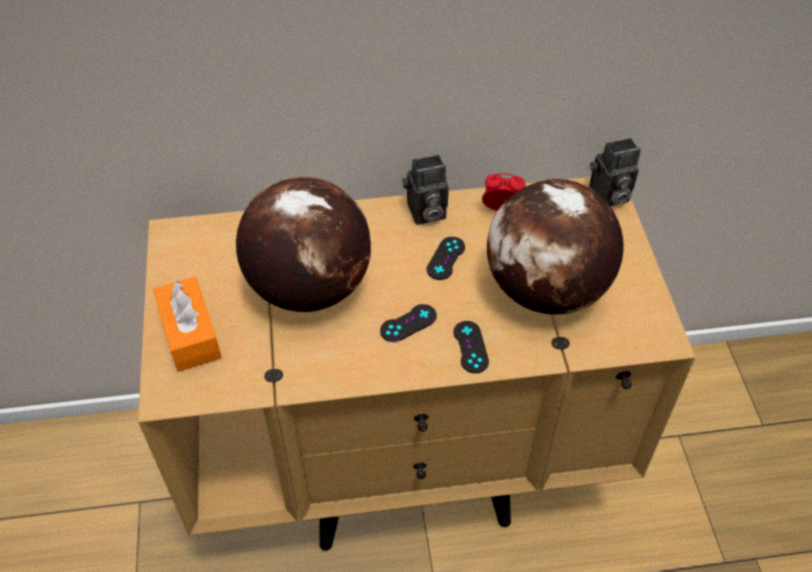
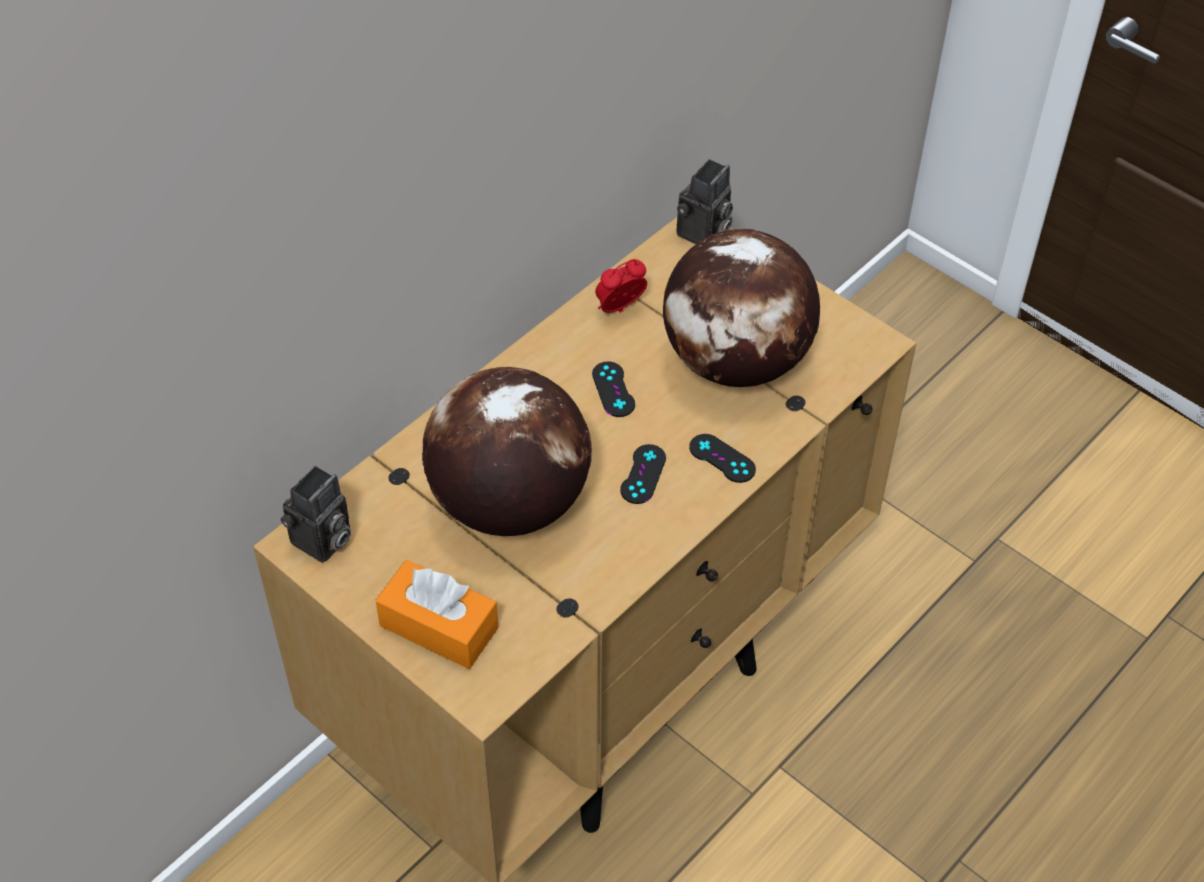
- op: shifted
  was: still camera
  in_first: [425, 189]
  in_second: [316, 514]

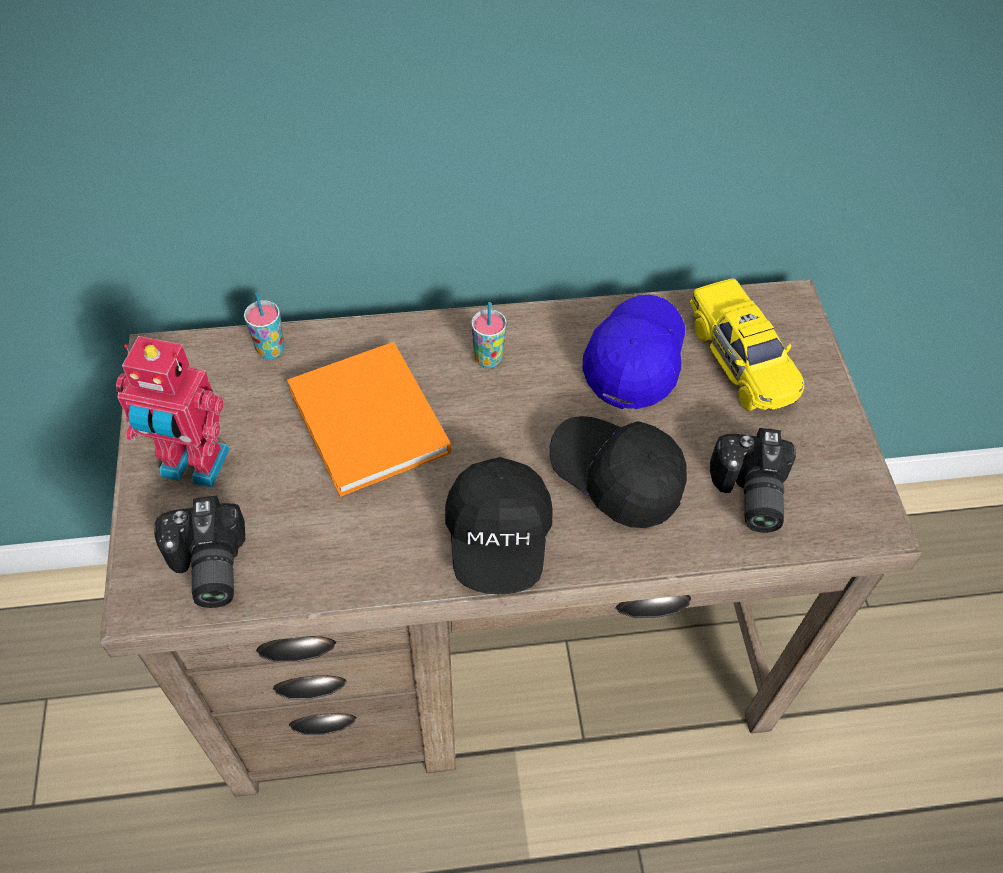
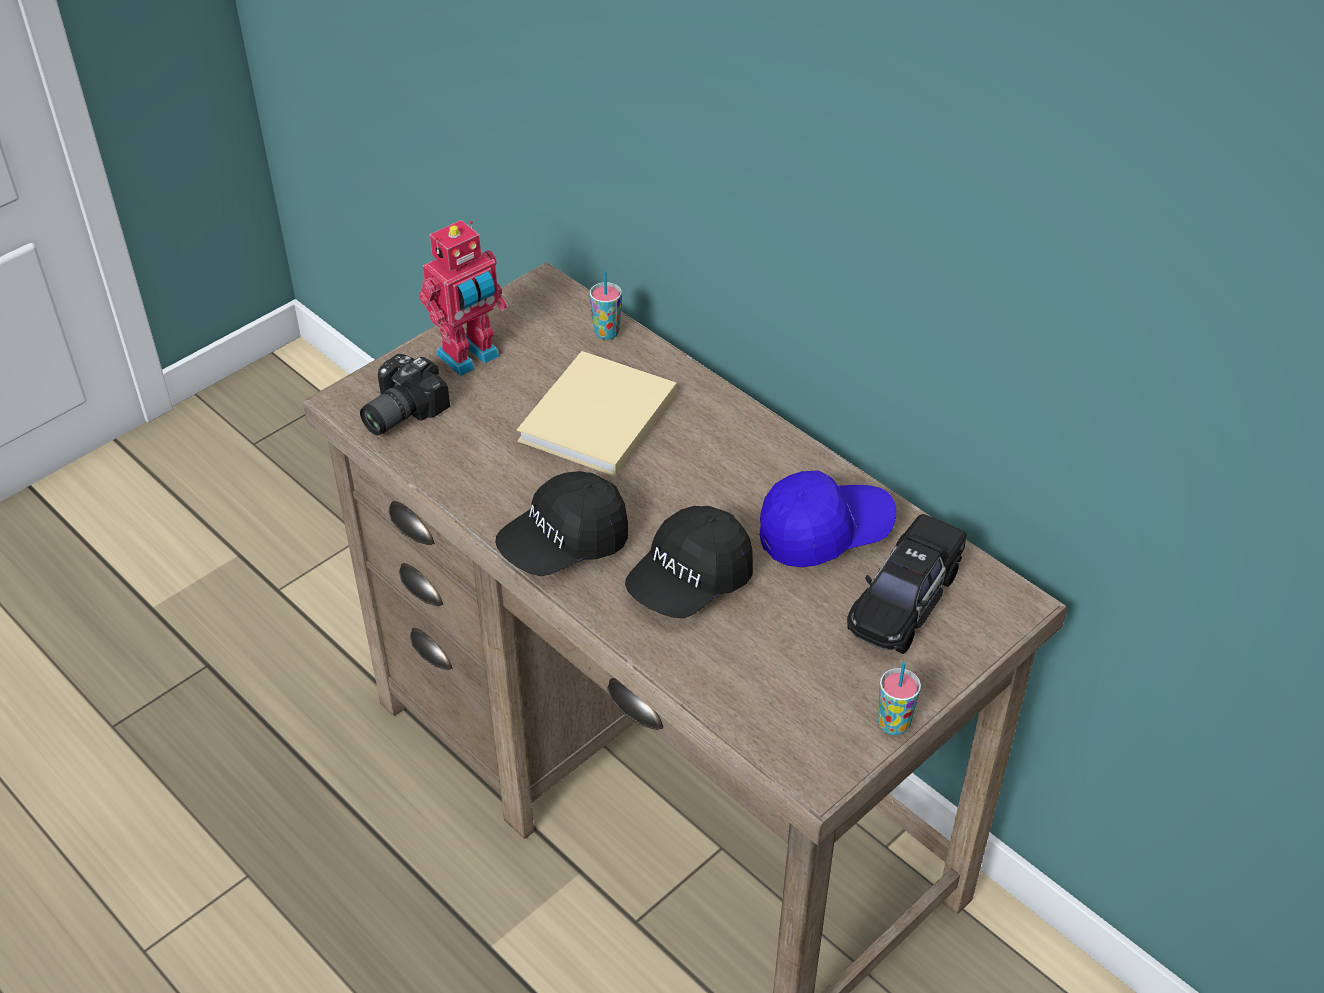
- op: rotated
  was: toy robot
  in_first: [173, 412]
  in_second: [463, 298]
  clockwise: -105
- op: repainted
  was: bound book in orangey
  now: bound book in beige-coloured
  in_first: [369, 419]
  in_second: [597, 414]
- op: rotated
  was: peaked cap in blackish
  in_first: [618, 472]
  in_second: [689, 562]
  clockwise: -135
- op: repainted
  was: toy car in yellow
  now: toy car in blackish
  in_first: [747, 344]
  in_second: [907, 584]
- op: shifted
  was: cup
  in_first: [489, 335]
  in_second: [899, 698]
- op: gone
  was: still camera
  in_first: [753, 480]

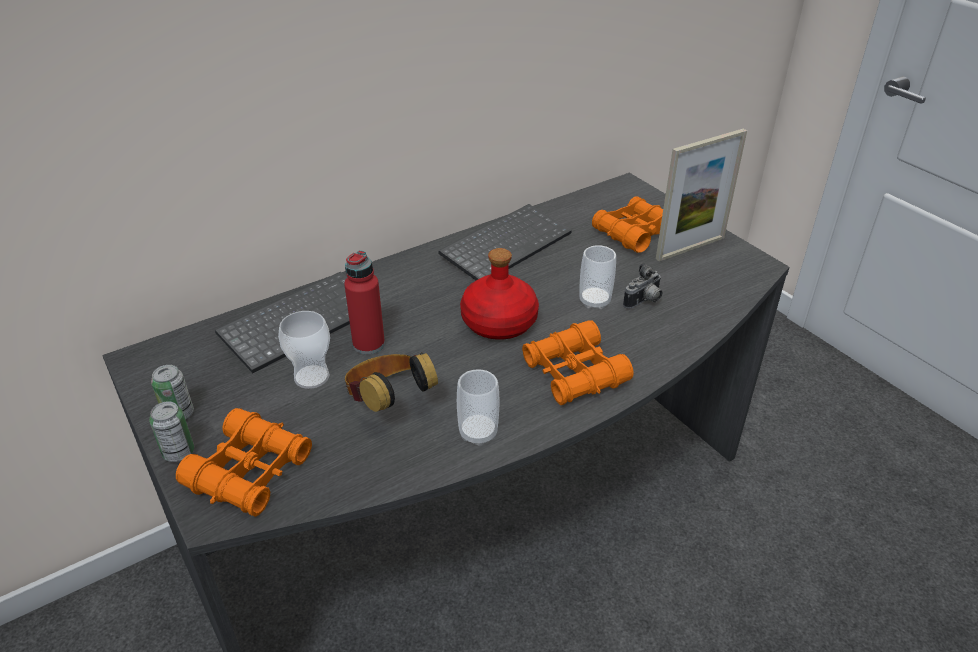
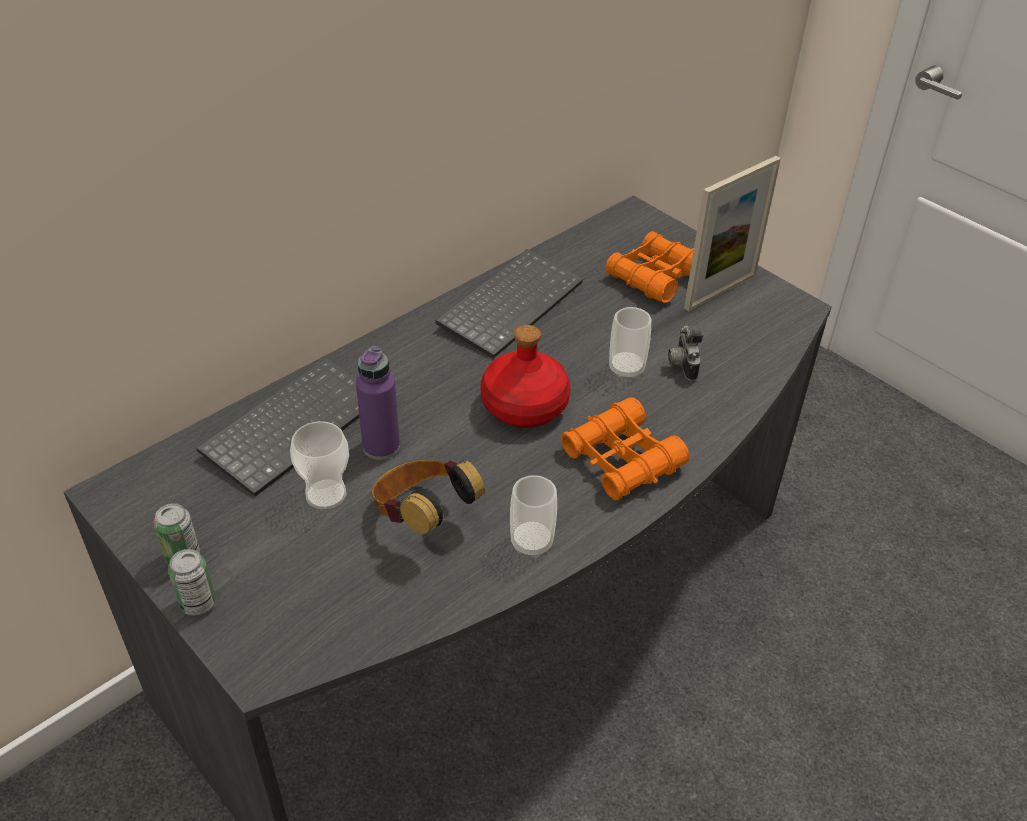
- op: repainted
  was: drink bottle in red-coloured
  now: drink bottle in purple
  in_first: [364, 302]
  in_second: [378, 403]
- op: rotated
  was: still camera
  in_first: [643, 286]
  in_second: [685, 353]
  clockwise: 135
- op: gone
  was: pair of binoculars in orangey
  in_first: [244, 462]

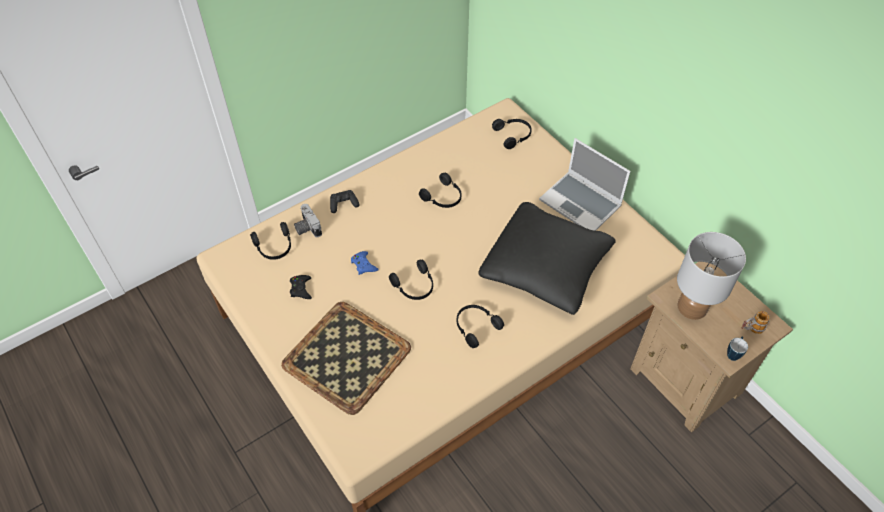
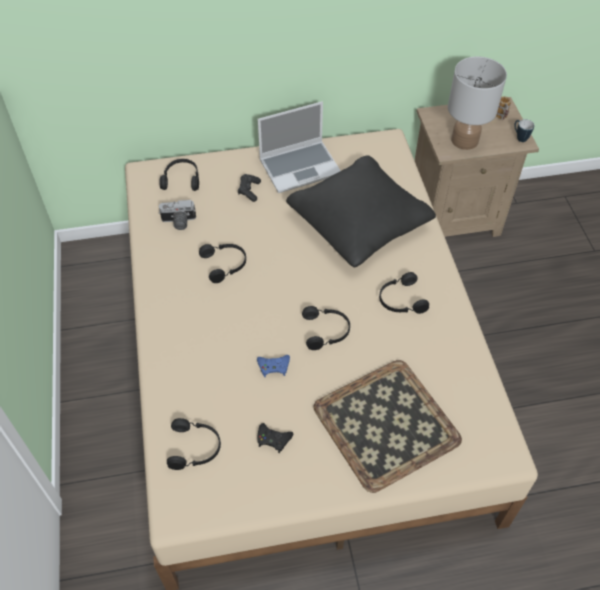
- op: shifted
  was: still camera
  in_first: [308, 220]
  in_second: [177, 215]
- op: shifted
  was: gamepad in blackish
  in_first: [345, 201]
  in_second: [249, 188]

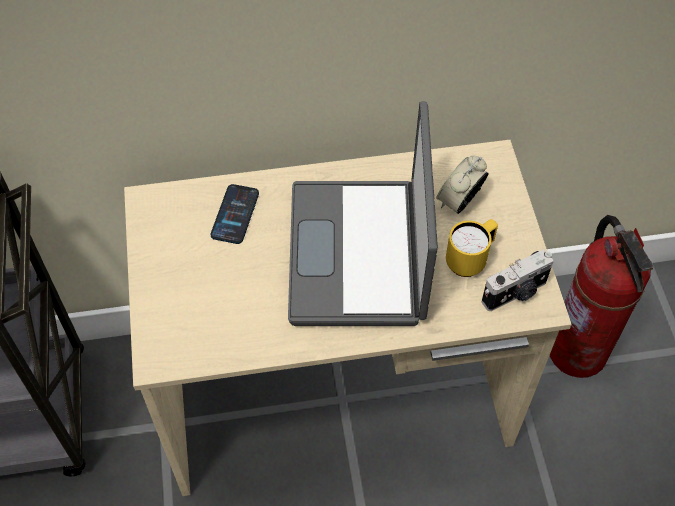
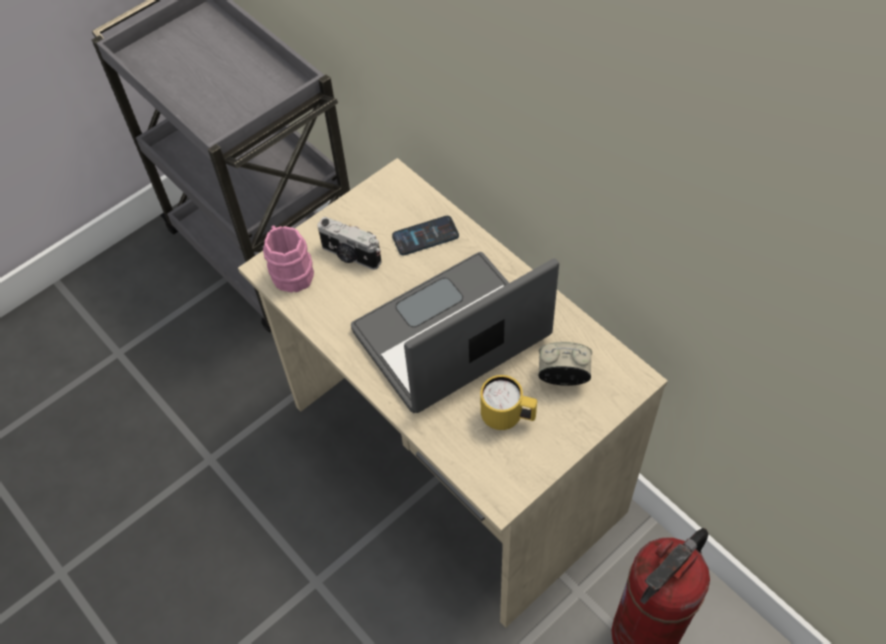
- op: new
  now: coffee mug in pink-coloured
  in_second: [288, 259]
- op: shifted
  was: still camera
  in_first: [518, 280]
  in_second: [349, 243]

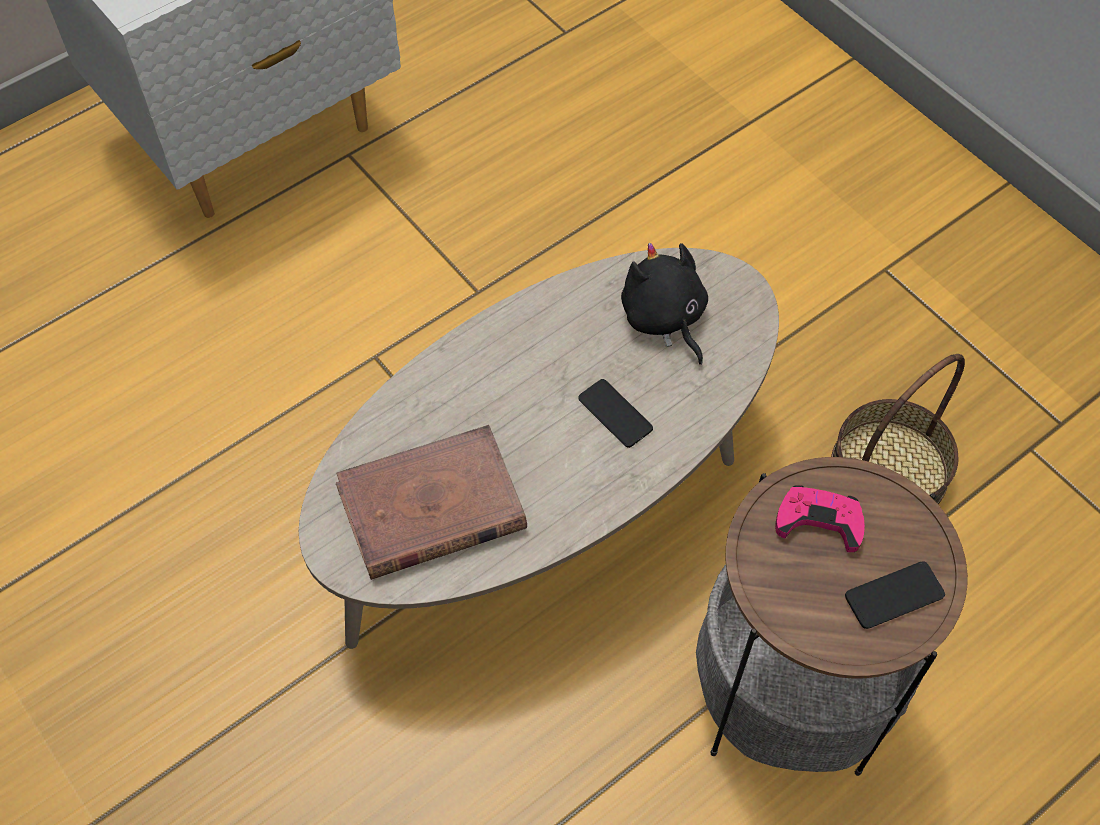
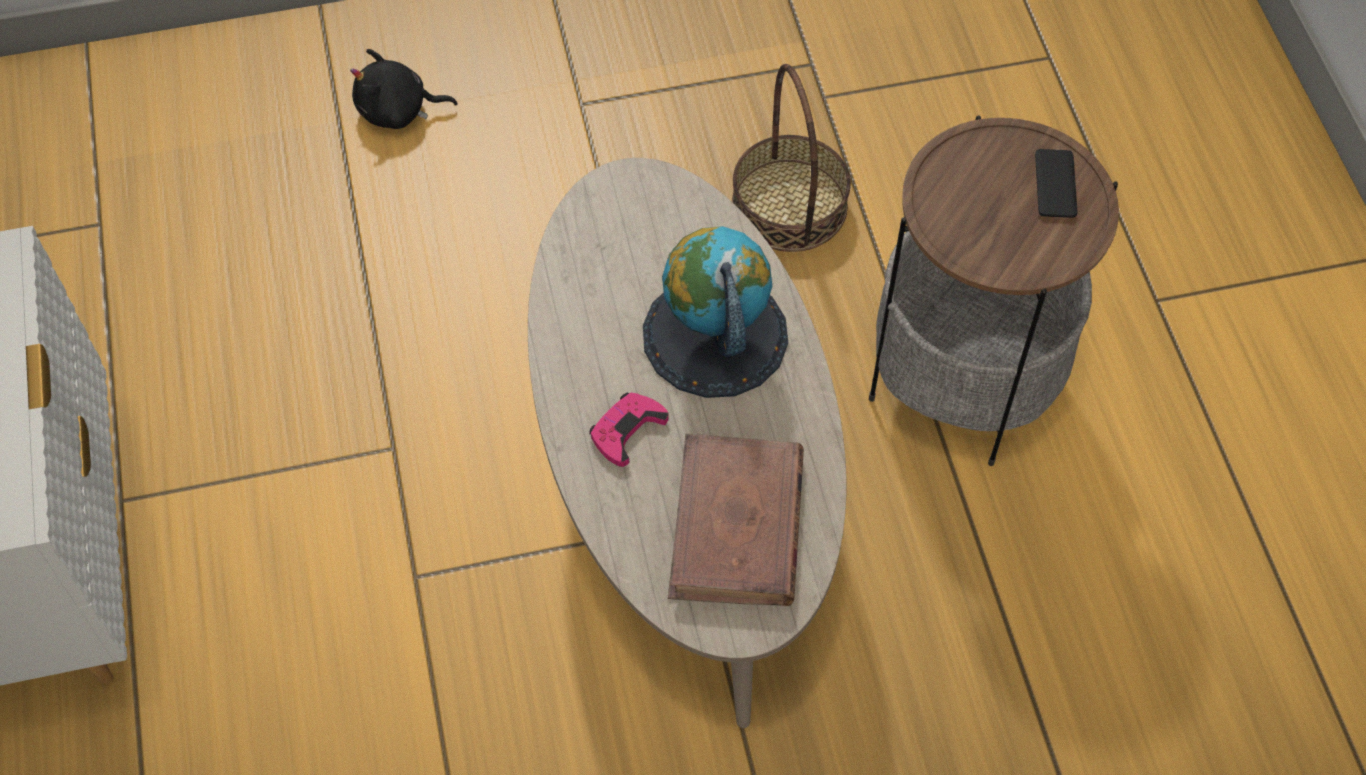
- op: shifted
  was: soft toy in blackish
  in_first: [664, 304]
  in_second: [404, 89]
- op: shifted
  was: gamepad in pink-coloured
  in_first: [820, 518]
  in_second: [629, 429]
- op: swapped
  was: handset
  now: world globe
  in_first: [615, 413]
  in_second: [715, 312]

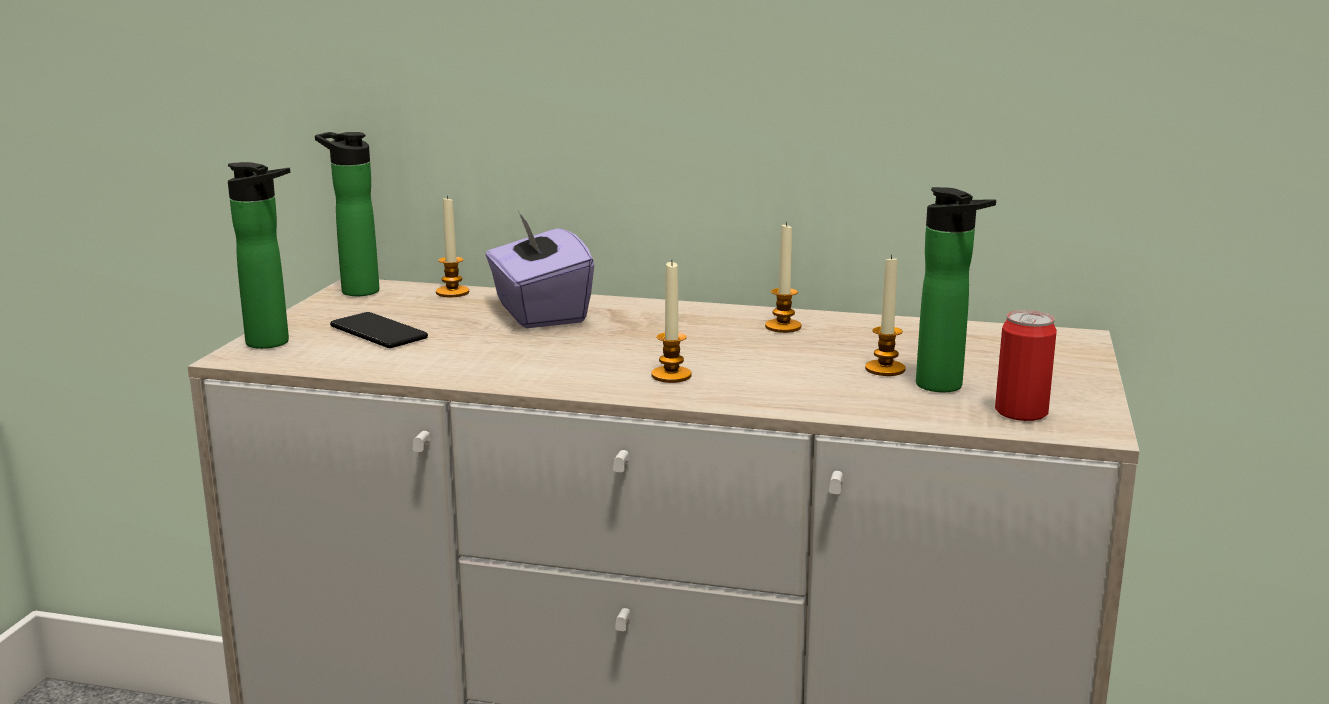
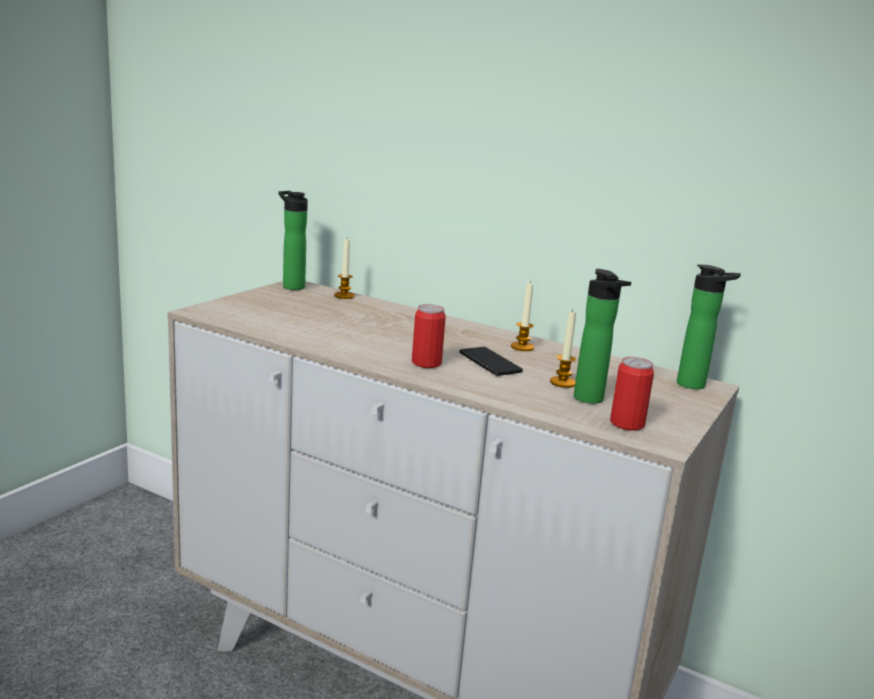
- op: swapped
  was: wax light
  now: metal can
  in_first: [672, 322]
  in_second: [429, 336]
- op: shifted
  was: handset
  in_first: [379, 330]
  in_second: [491, 361]
- op: shifted
  was: drink bottle
  in_first: [259, 255]
  in_second: [709, 326]
- op: gone
  was: tissue box in purple
  in_first: [540, 269]

